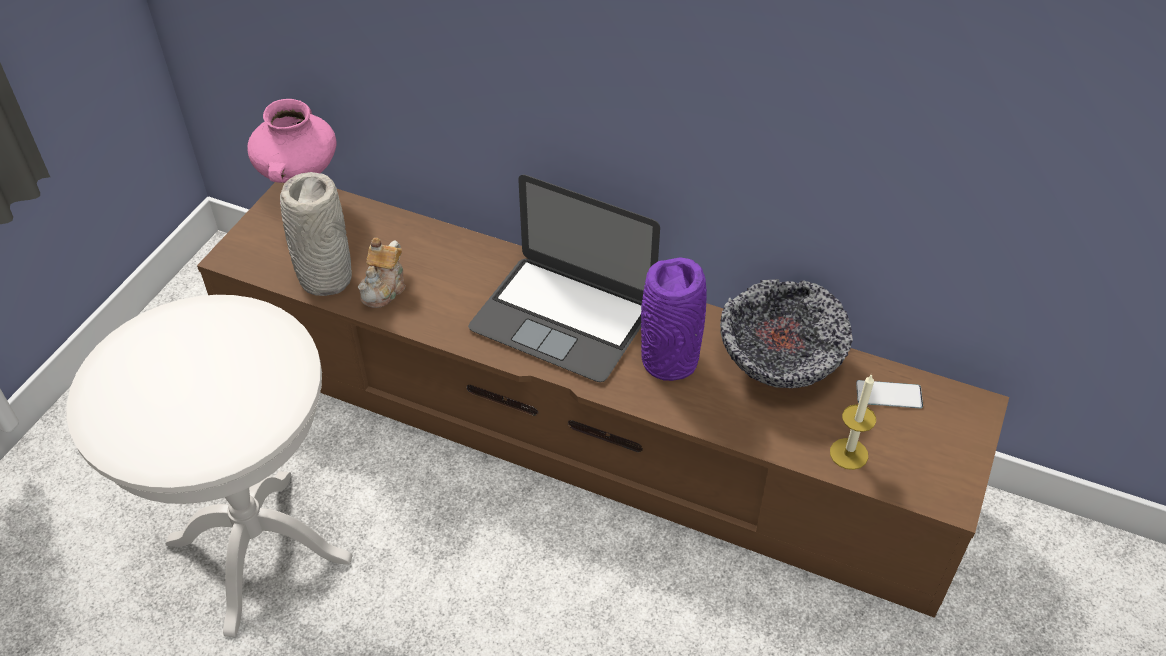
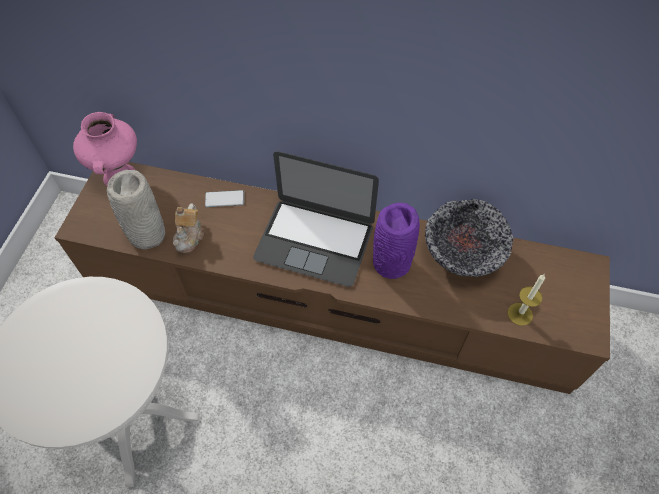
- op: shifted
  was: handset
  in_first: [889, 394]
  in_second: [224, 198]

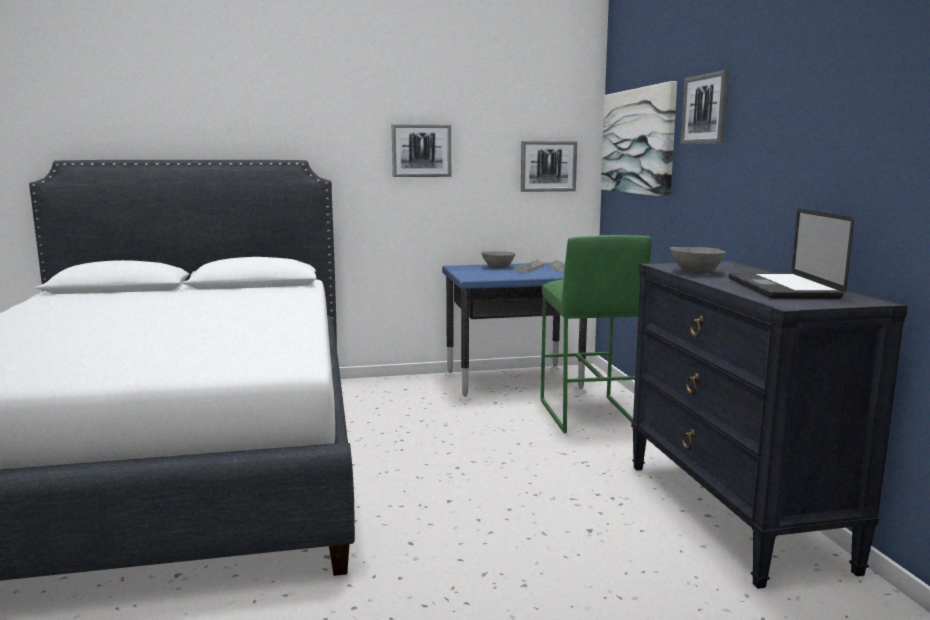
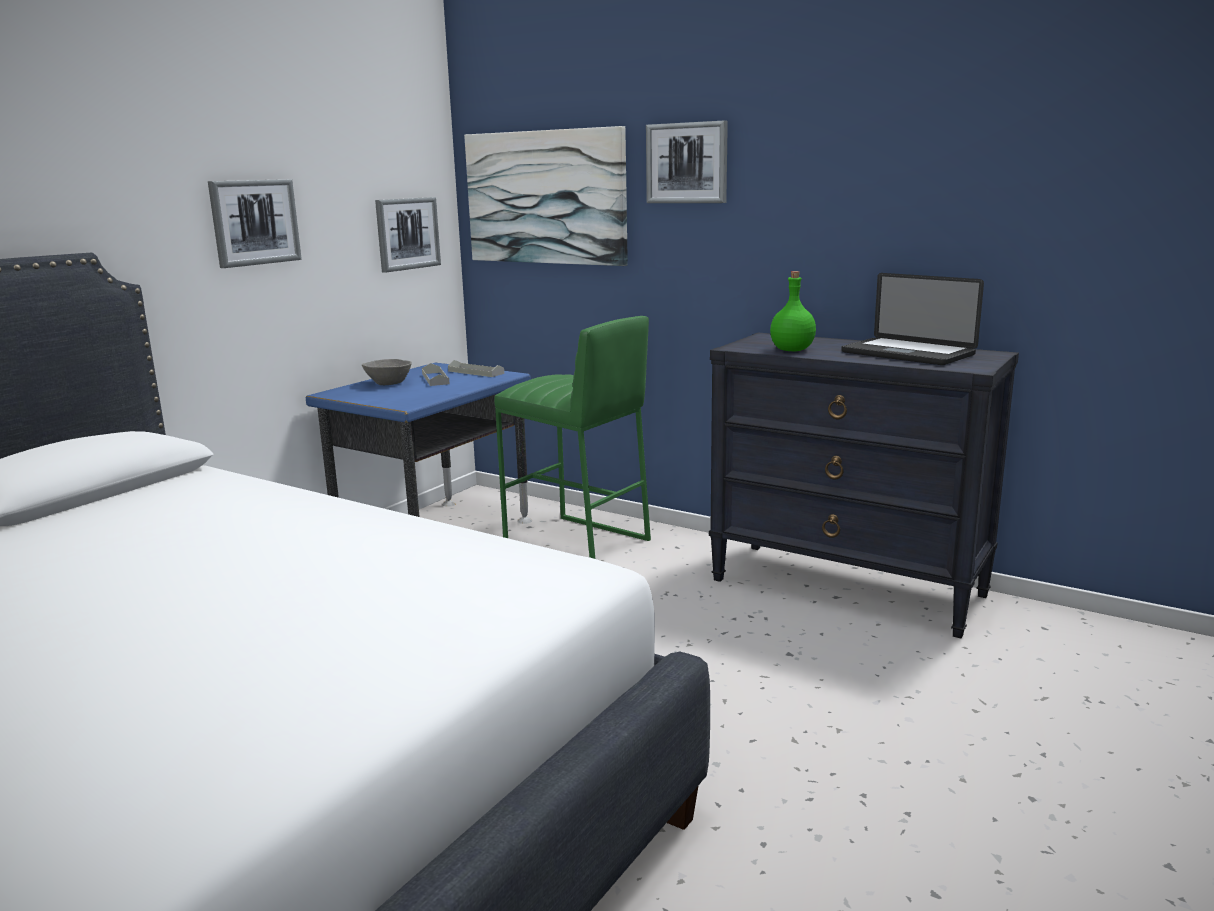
- op: swapped
  was: bowl in grey
  now: drink bottle in green-coloured
  in_first: [698, 260]
  in_second: [793, 311]

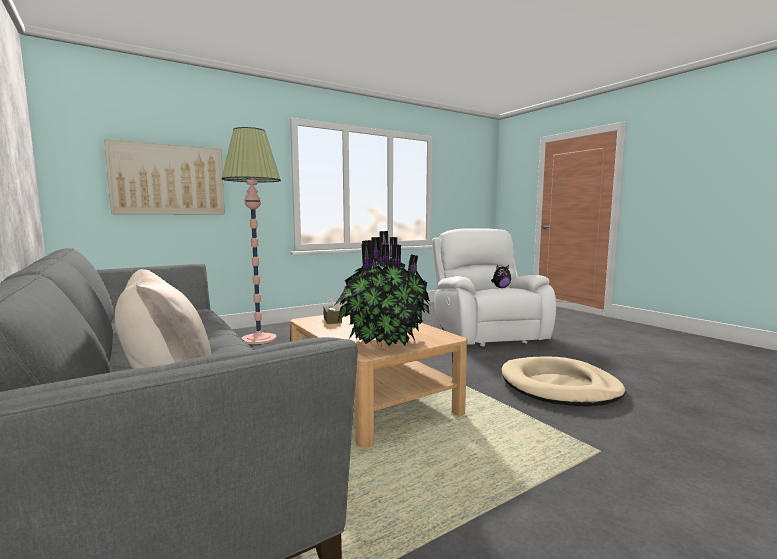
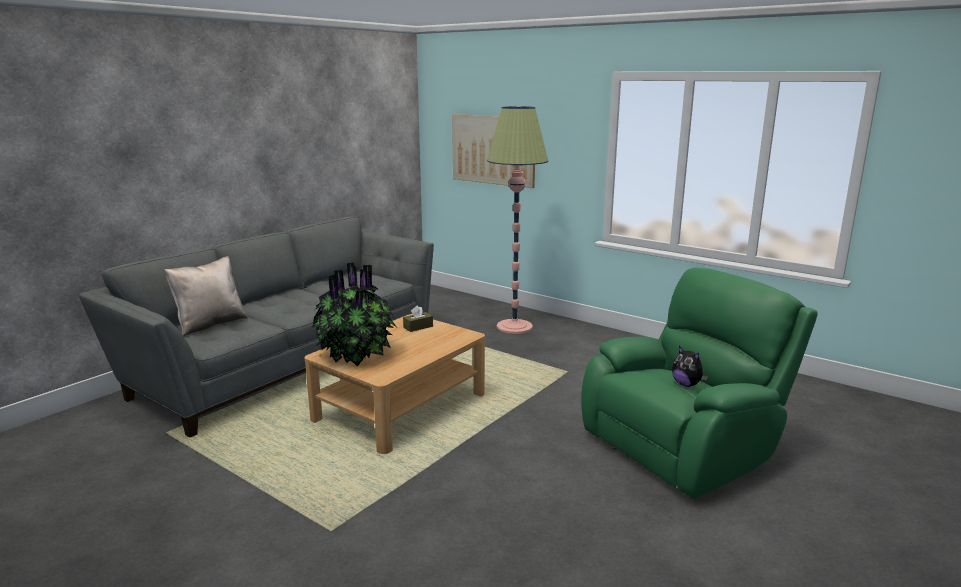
- op: repainted
  was: armchair in white
  now: armchair in green-coloured
  in_first: [494, 287]
  in_second: [699, 383]
- op: gone
  was: dog cushion in beige-coloured
  in_first: [564, 381]

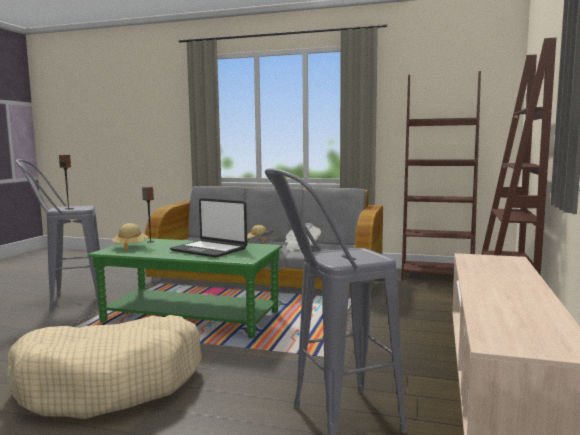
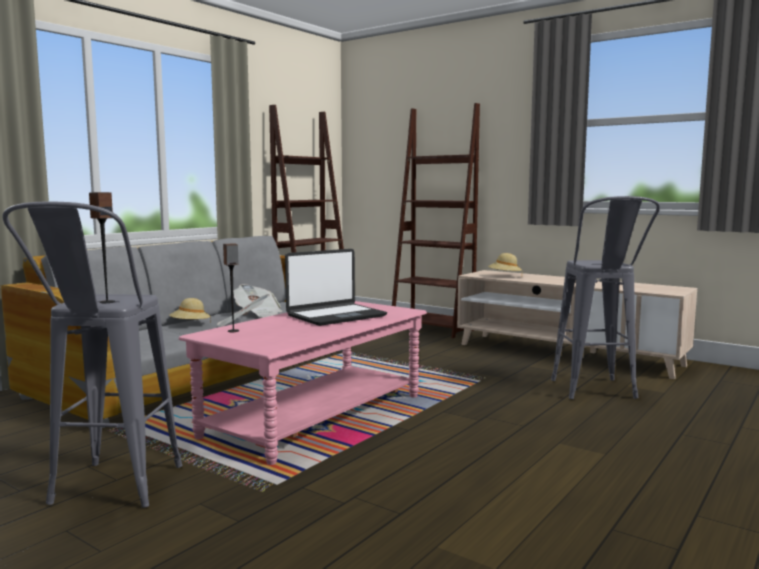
- op: repainted
  was: low table in green-coloured
  now: low table in pink-coloured
  in_first: [185, 288]
  in_second: [303, 383]
- op: shifted
  was: clothing hat in beige-coloured
  in_first: [130, 237]
  in_second: [505, 262]
- op: gone
  was: dog cushion in beige-coloured
  in_first: [105, 367]

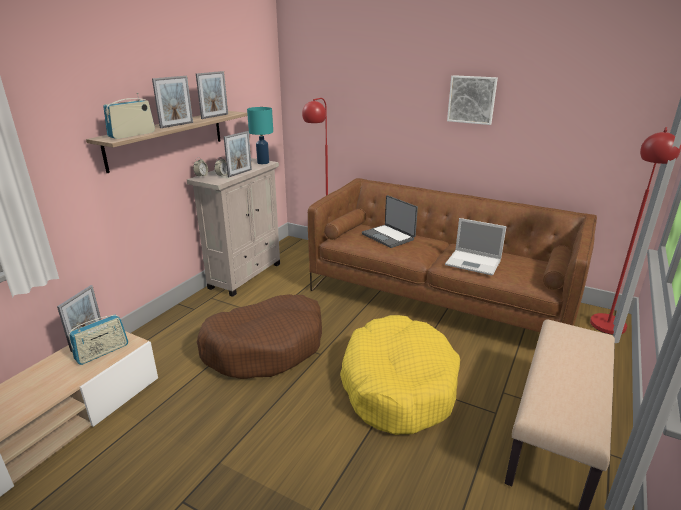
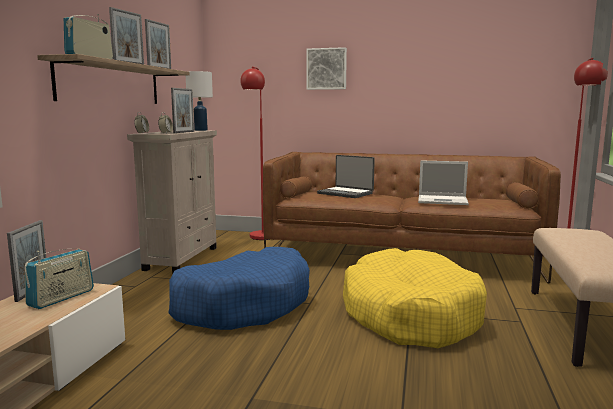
- op: repainted
  was: dog cushion in brown
  now: dog cushion in blue-coloured
  in_first: [259, 336]
  in_second: [239, 288]
- op: repainted
  was: tabletop lamp in turquoise
  now: tabletop lamp in white
  in_first: [260, 135]
  in_second: [199, 101]
- op: shifted
  was: wall picture
  in_first: [472, 100]
  in_second: [326, 68]

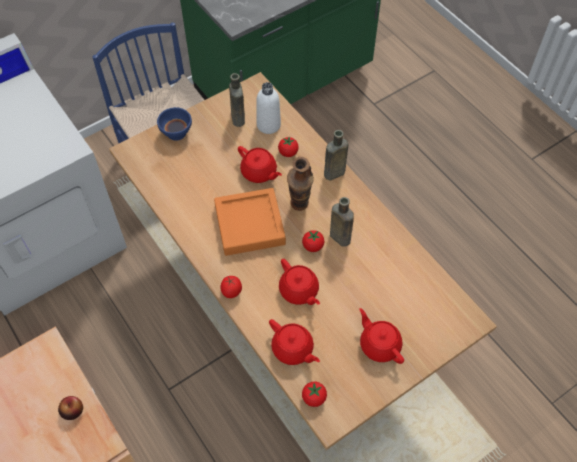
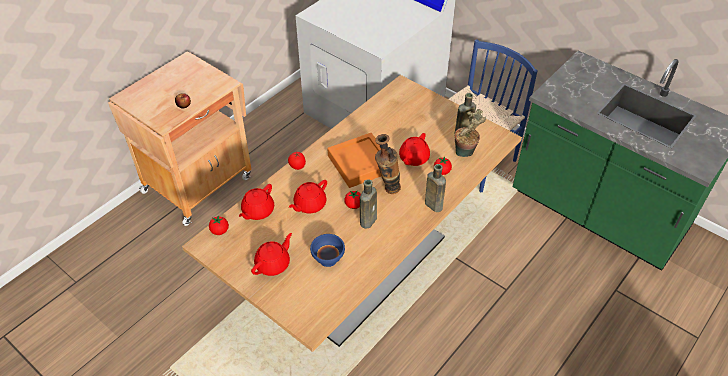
- op: shifted
  was: bowl in blue-coloured
  in_first: [174, 124]
  in_second: [327, 250]
- op: swapped
  was: drink bottle in white
  now: potted plant
  in_first: [269, 108]
  in_second: [470, 133]

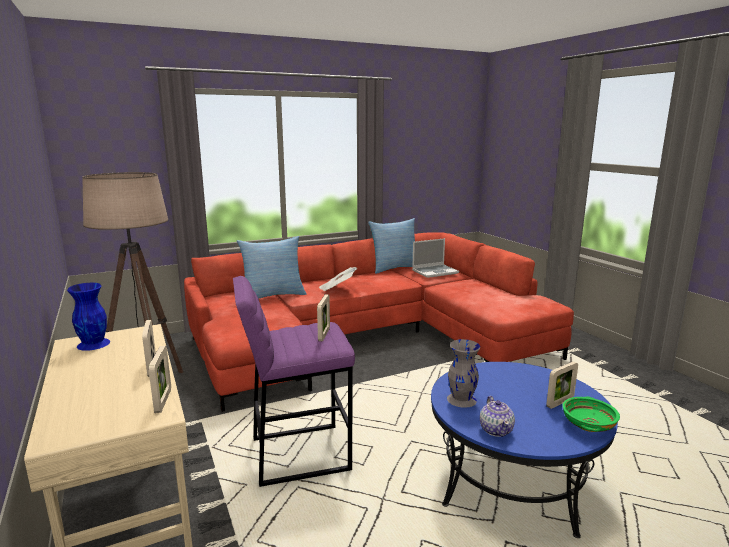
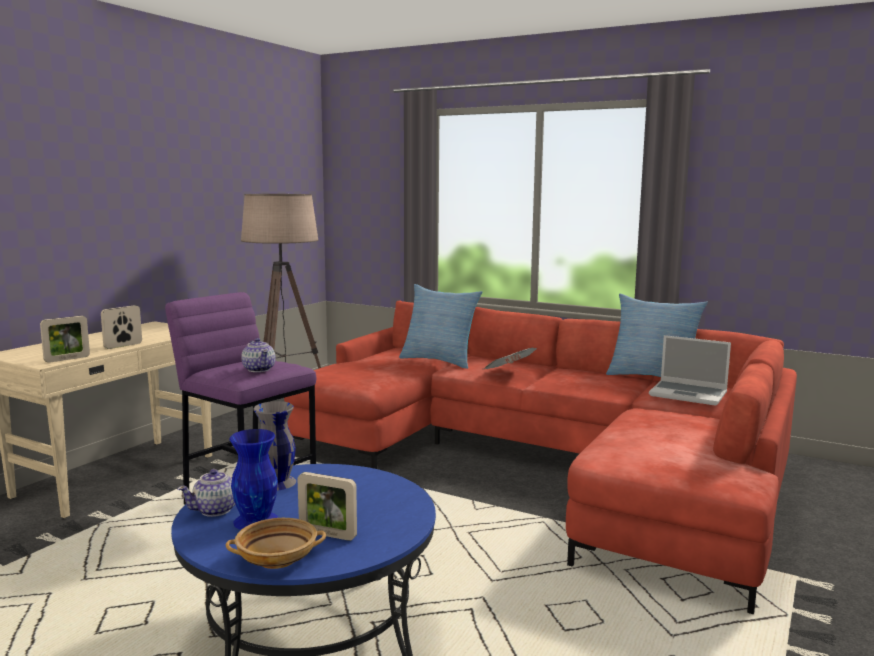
- op: repainted
  was: bowl in green-coloured
  now: bowl in beige-coloured
  in_first: [591, 414]
  in_second: [276, 543]
- op: shifted
  was: vase in blue-coloured
  in_first: [88, 317]
  in_second: [253, 479]
- op: swapped
  was: standing frame
  now: pot for tea
  in_first: [323, 317]
  in_second: [258, 355]

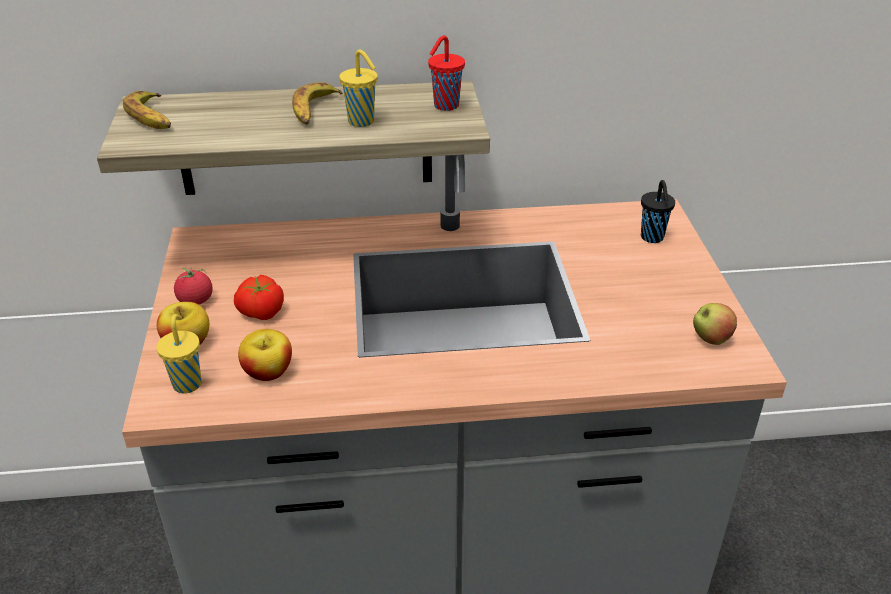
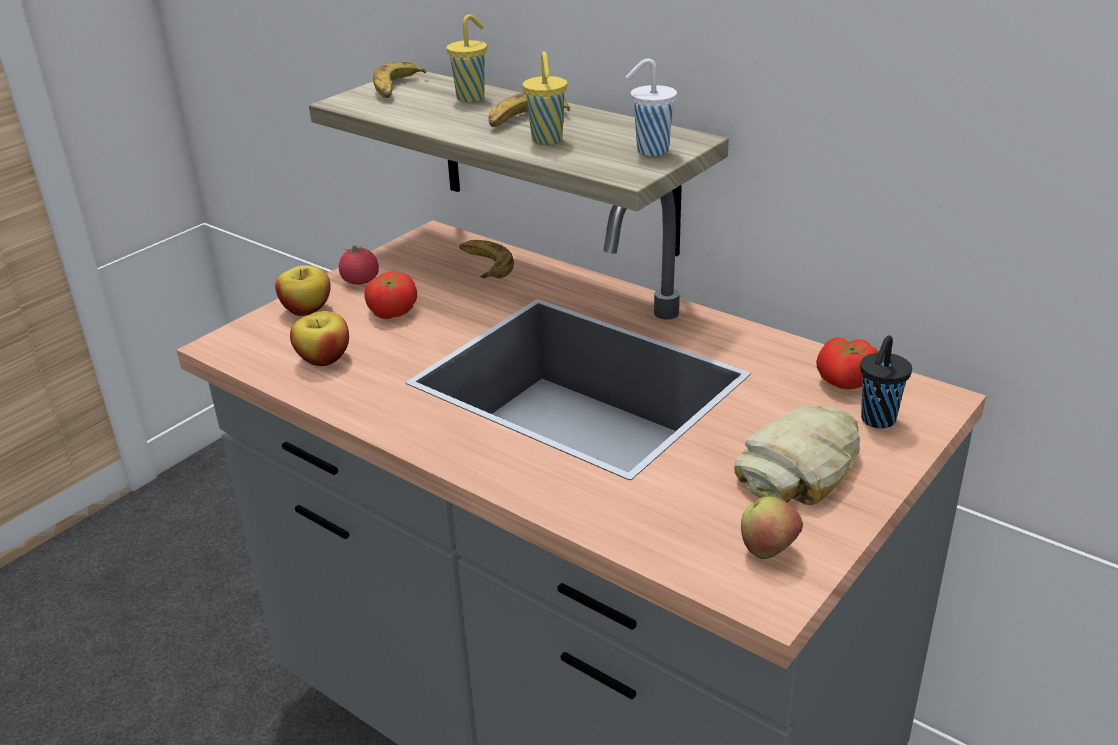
- op: shifted
  was: cup in yellow
  in_first: [179, 354]
  in_second: [466, 58]
- op: new
  now: banana
  in_second: [486, 259]
- op: repainted
  was: cup in red-coloured
  now: cup in white
  in_first: [446, 73]
  in_second: [651, 107]
- op: new
  now: bread
  in_second: [797, 455]
- op: new
  now: tomato
  in_second: [847, 363]

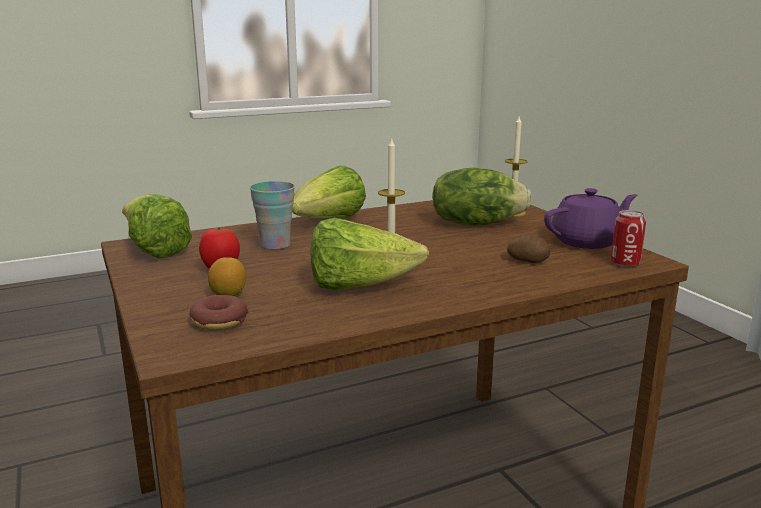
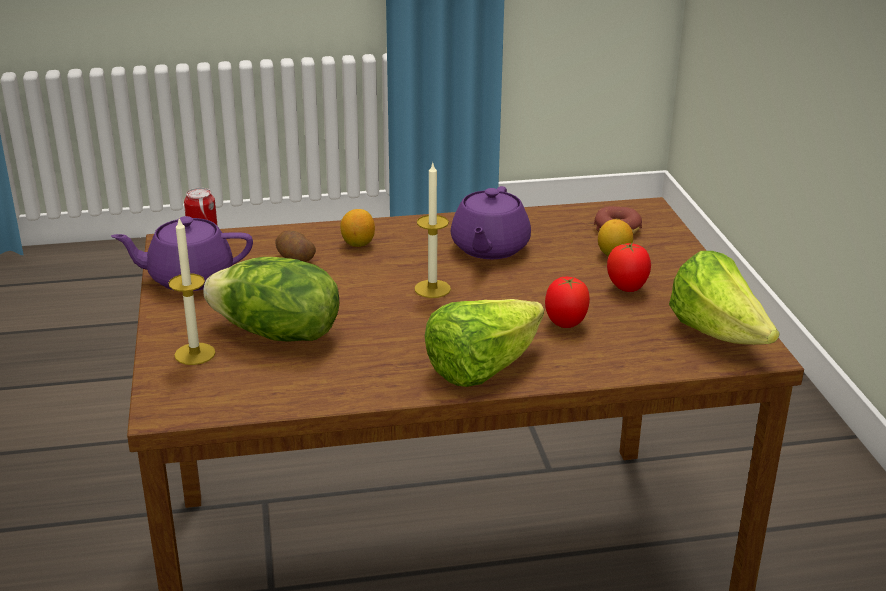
- op: new
  now: lemon
  in_second: [357, 228]
- op: swapped
  was: lettuce
  now: pot for tea in purple
  in_first: [370, 254]
  in_second: [490, 222]
- op: swapped
  was: cup
  now: tomato
  in_first: [272, 215]
  in_second: [567, 302]

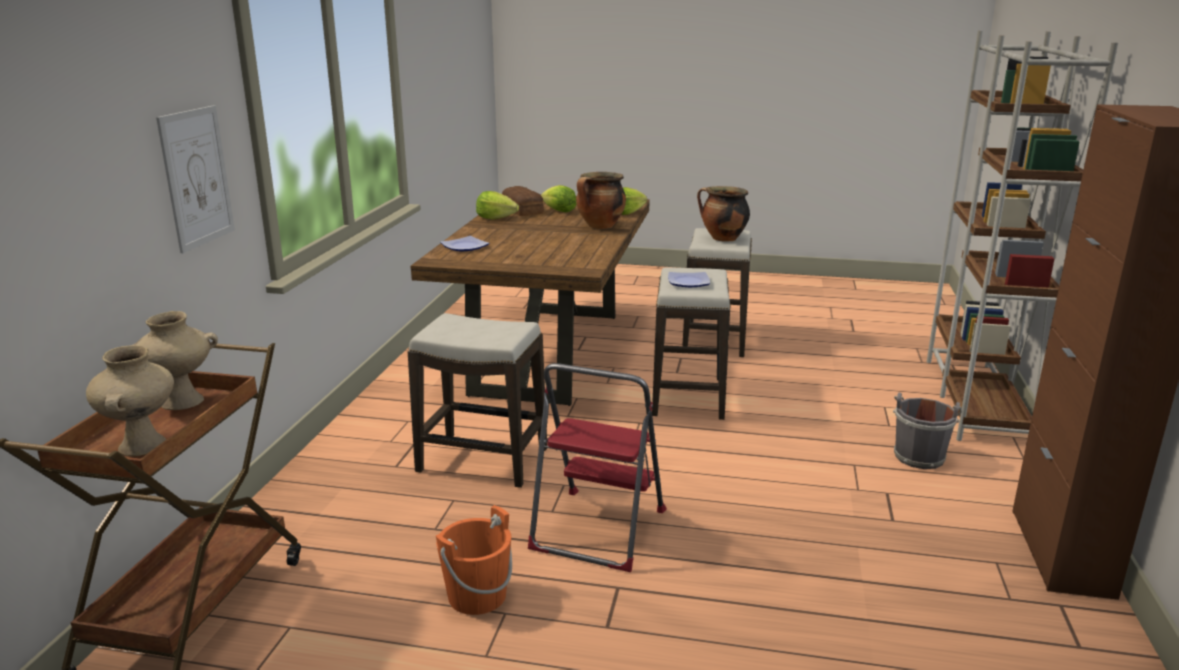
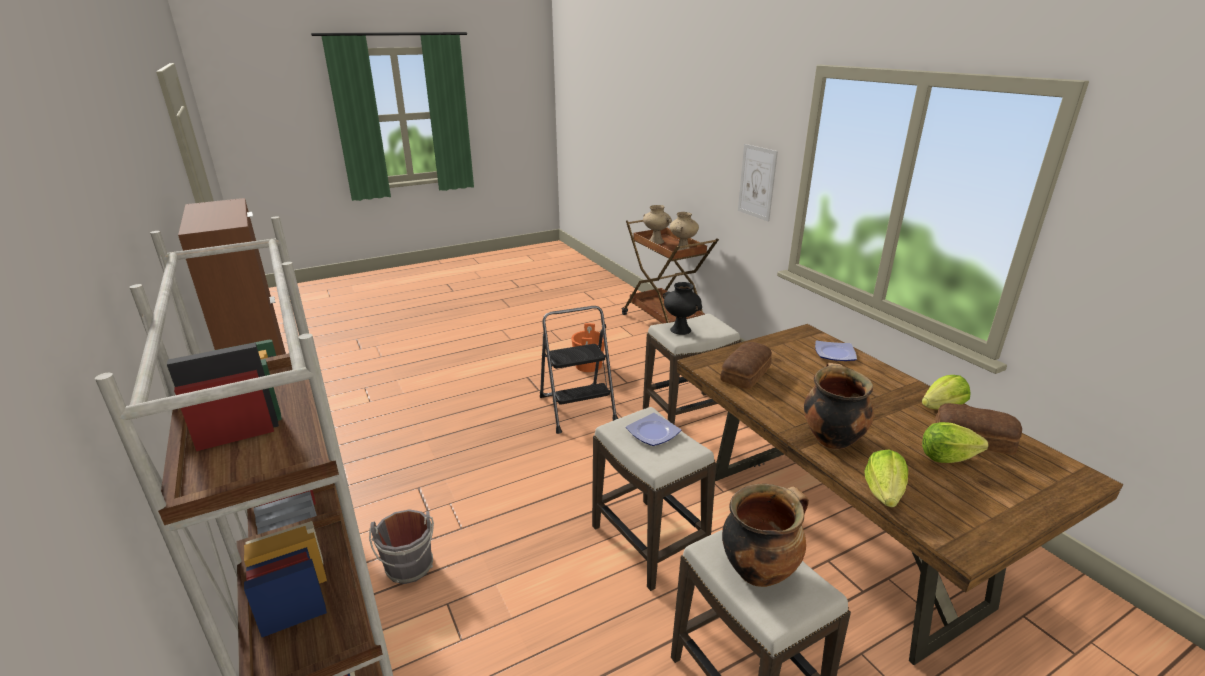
- op: repainted
  was: stepladder in red-coloured
  now: stepladder in blackish
  in_first: [597, 467]
  in_second: [579, 370]
- op: new
  now: vase in blackish
  in_second: [682, 308]
- op: new
  now: bread
  in_second: [746, 365]

